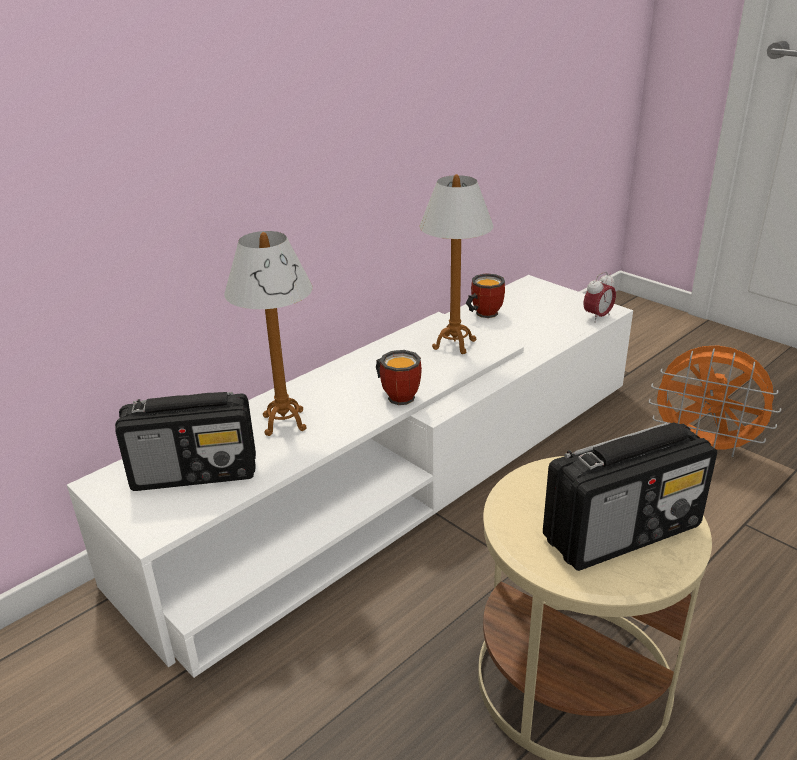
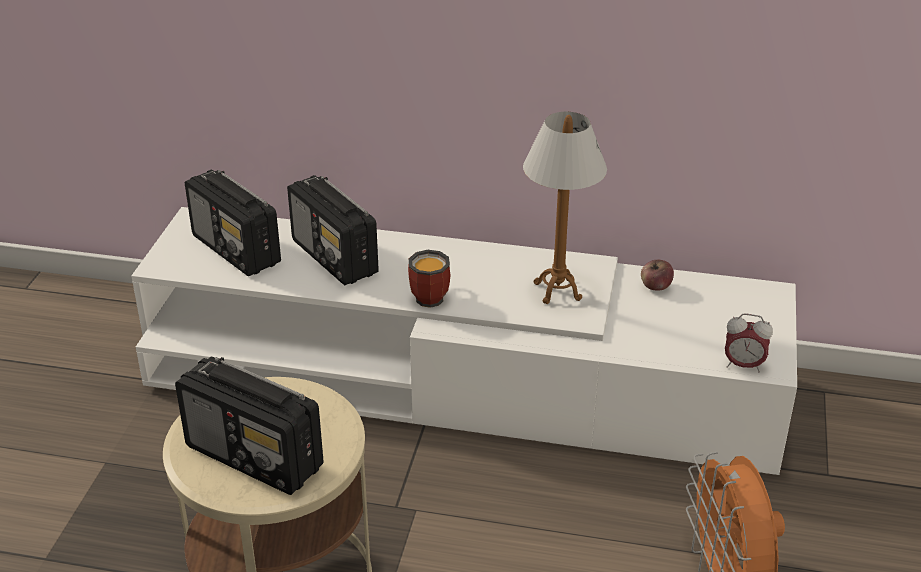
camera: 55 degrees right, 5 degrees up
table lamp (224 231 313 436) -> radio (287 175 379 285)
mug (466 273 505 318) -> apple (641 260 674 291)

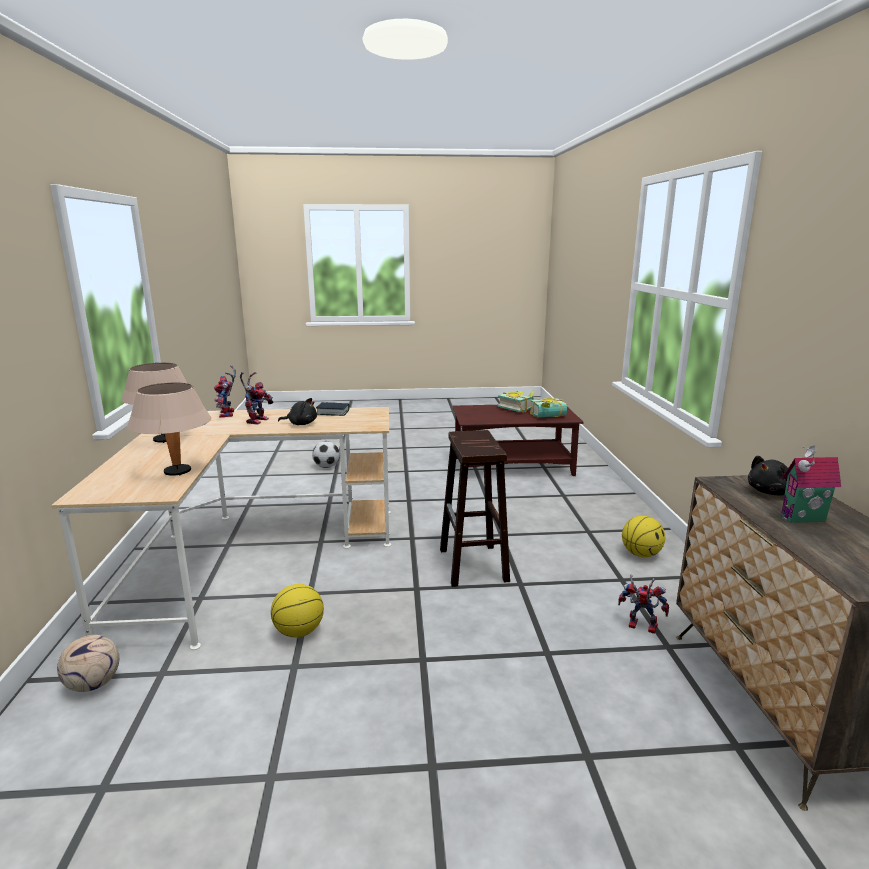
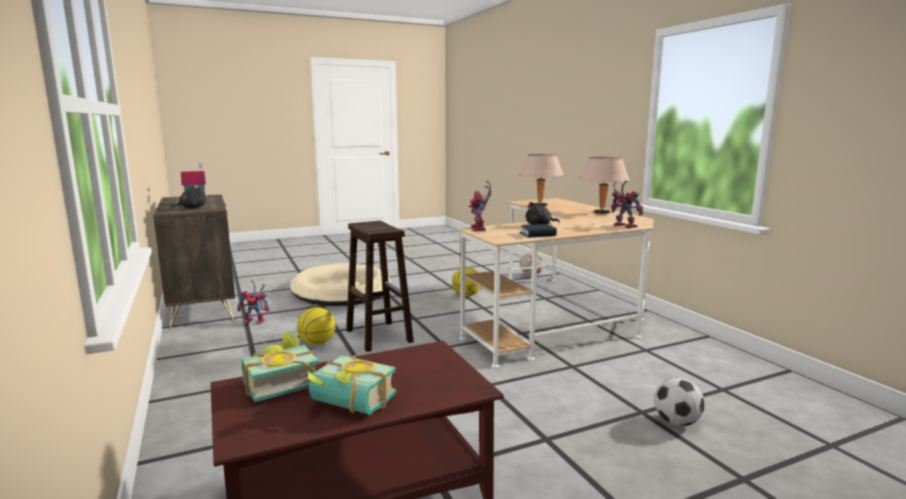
camera: 160 degrees right, 5 degrees down
toy robot (240 372 274 425) -> toy robot (469 180 491 231), shifted
basketball (622 516 665 557) -> basketball (297 307 336 345), shifted
none -> dog bed/beige (290 263 391 306)

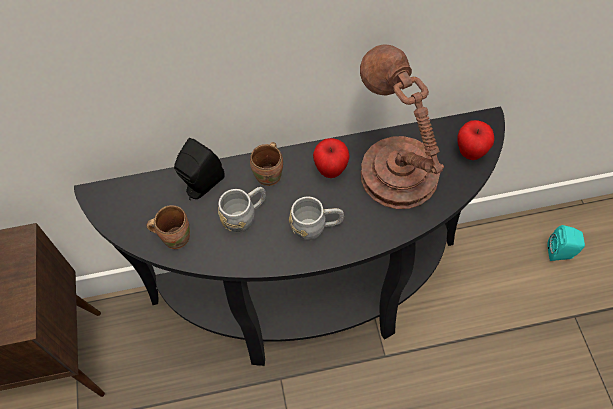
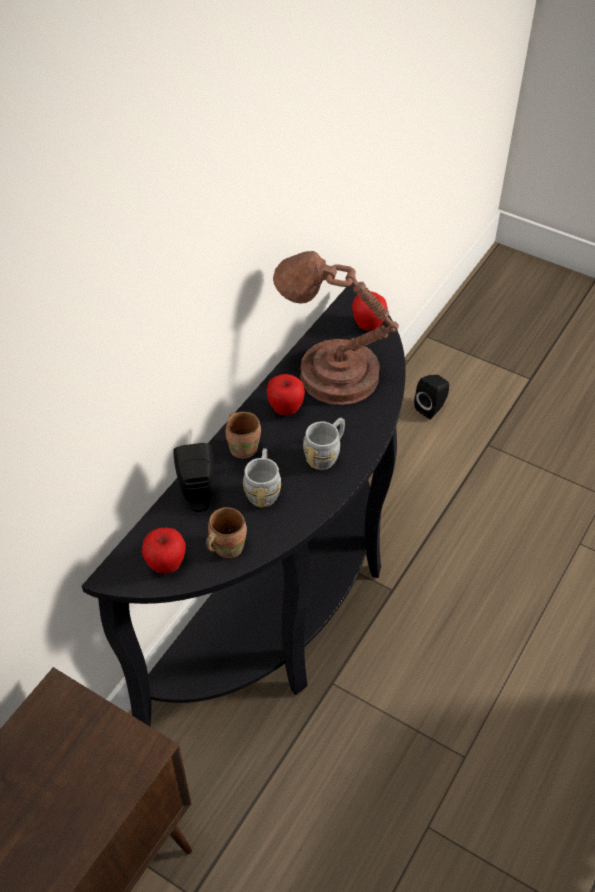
camera: 50 degrees left, 10 degrees down
speaker/turquoise (547 225 585 261) -> speaker/black (414 375 449 419)
none -> apple (142 528 186 574)

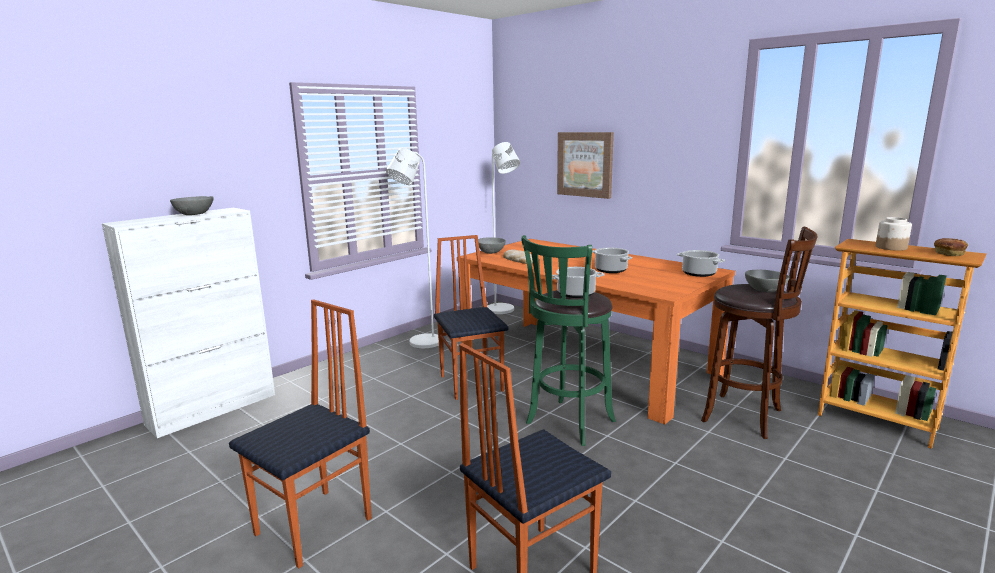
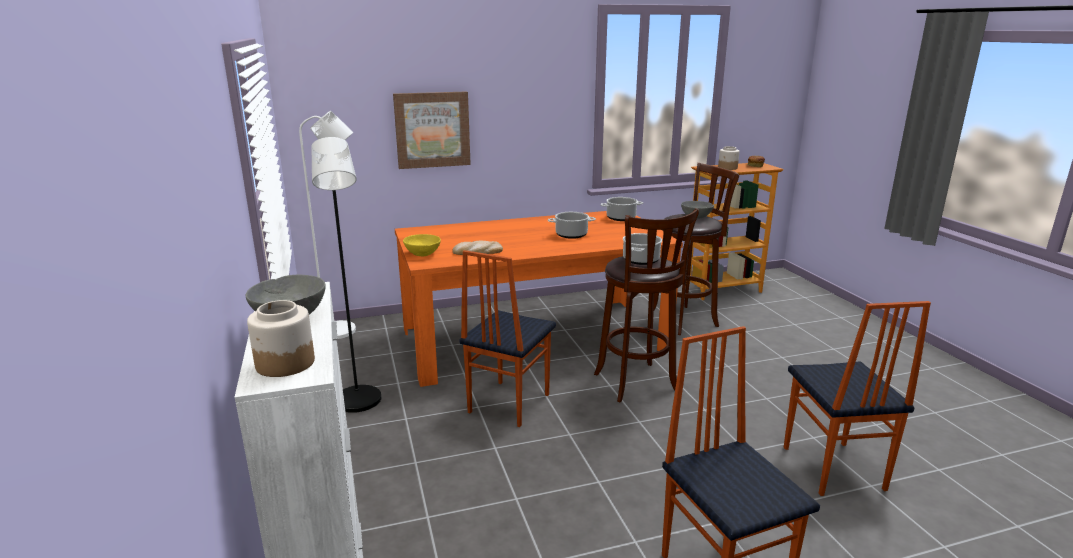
camera: 60 degrees left, 5 degrees up
floor lamp/white (386 148 439 348) -> floor lamp/black (312 137 381 413)
chair (434 235 508 400) -> chair (459 250 556 427), 75 degrees counterclockwise
stool/green (521 235 616 446) -> stool/brown (594 208 699 402)
bowl/grey (478 237 506 254) -> bowl/yellow (403 234 441 256)
none -> jar (247 300 315 377)

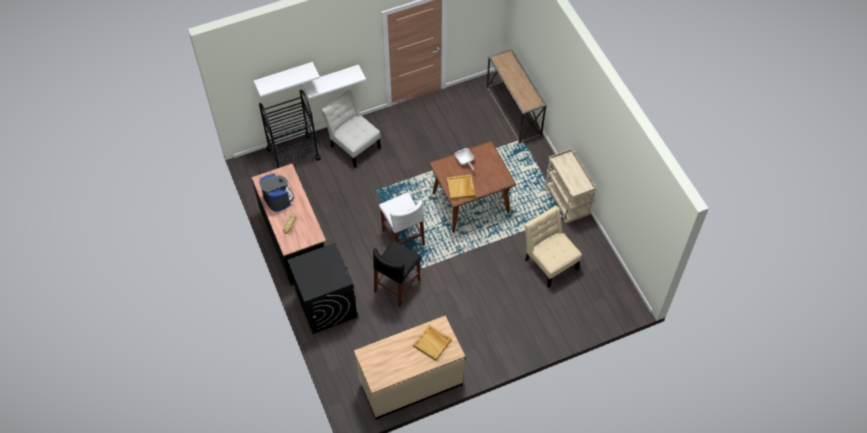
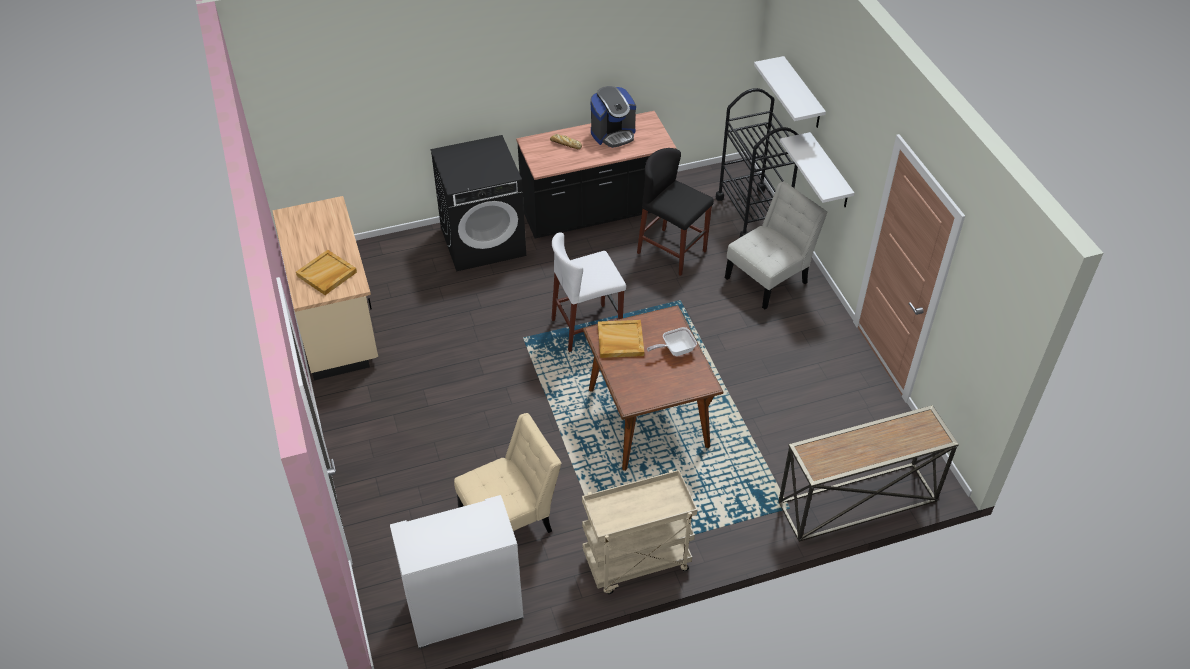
camera: 95 degrees right, 10 degrees down
stool/black (373 240 421 307) -> stool/black (637 148 714 276), shifted
none -> cabinet/white (390 495 524 649)

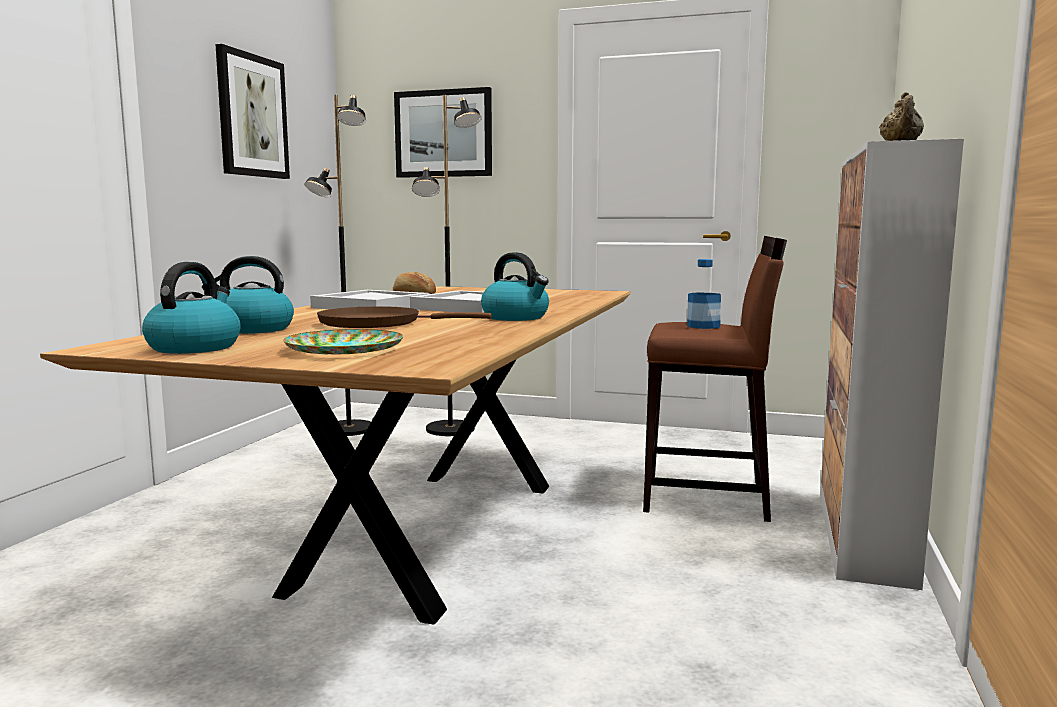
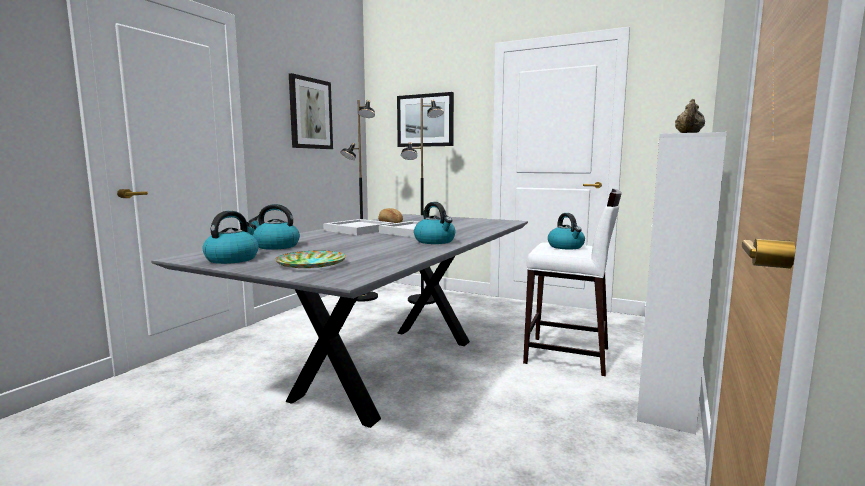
camera: 10 degrees right, 0 degrees up
stool/brown (643 236 787 522) -> stool/white (523 188 622 376)
bottle (687 259 721 329) -> kettle (548 213 585 250)
dining table/brown (40 286 631 625) -> dining table/grey (151 214 528 428)
frying pan/brown (317 306 492 328) -> none

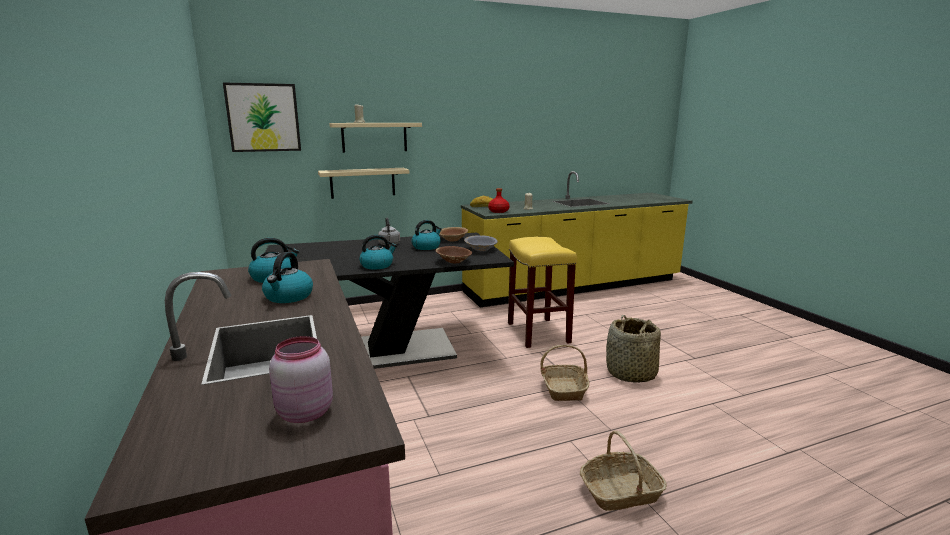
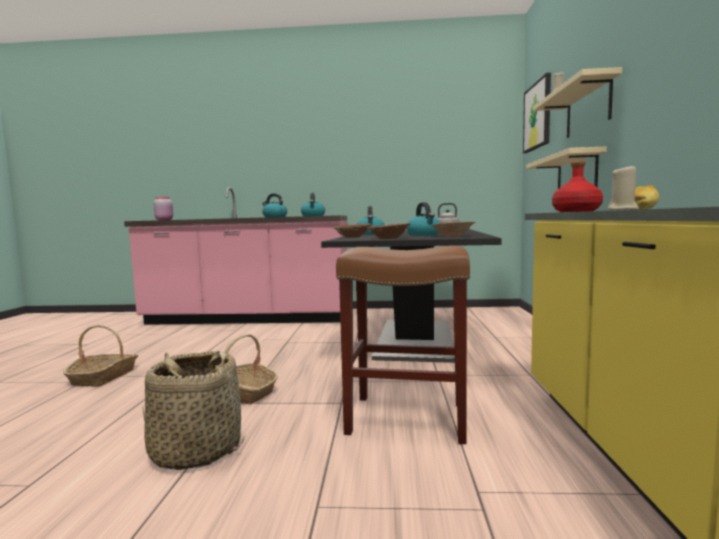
camera: 115 degrees right, 10 degrees down
bowl/grey (464 235 498 252) -> bowl/brown (367 223 411 239)
stool/yellow (508 237 577 348) -> stool/brown (336 245 470 444)

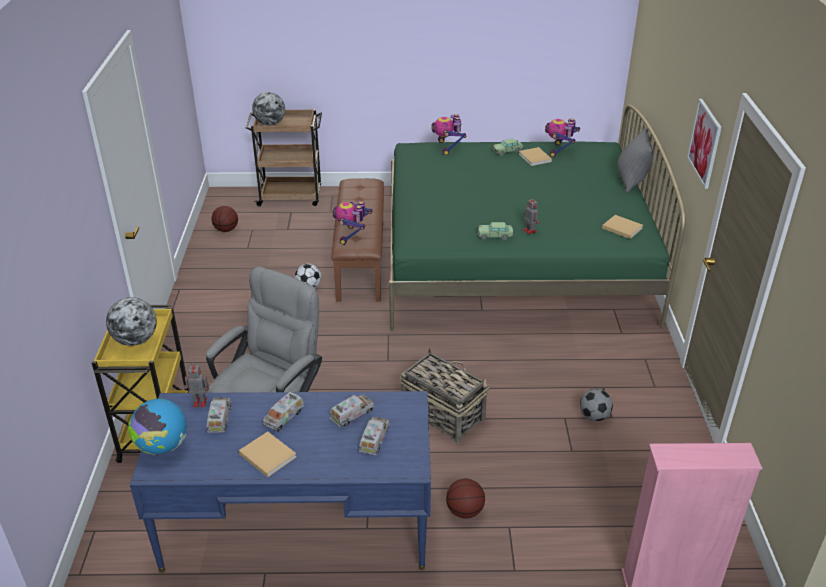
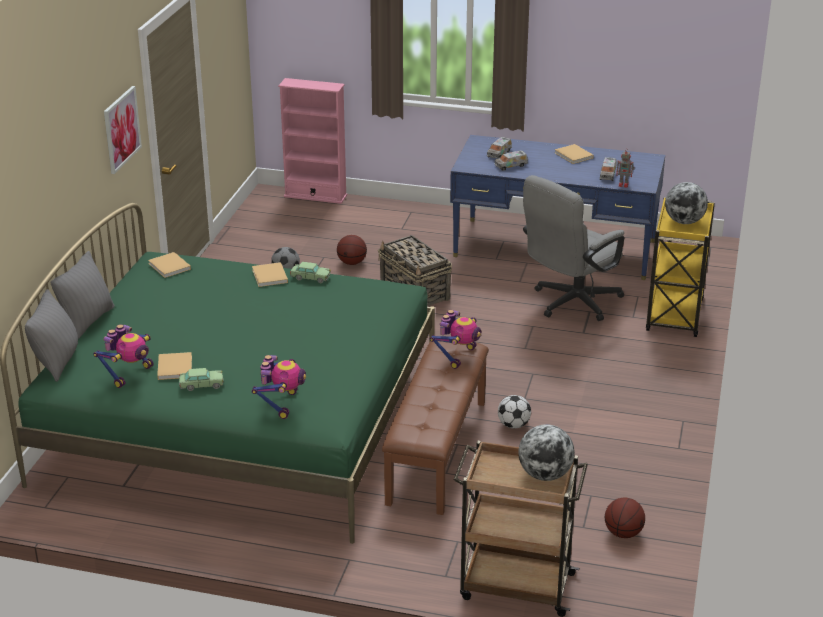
camera: 165 degrees left, 5 degrees down
toy robot (523 197 540 235) -> book/beige (252 262 288 287)
toy truck (263 392 304 432) -> none
globe (128 399 186 455) -> none
basketball (446 478 485 519) -> basketball (337 235 367 265), shifted
none -> pillow/grey (25 289 78 382)

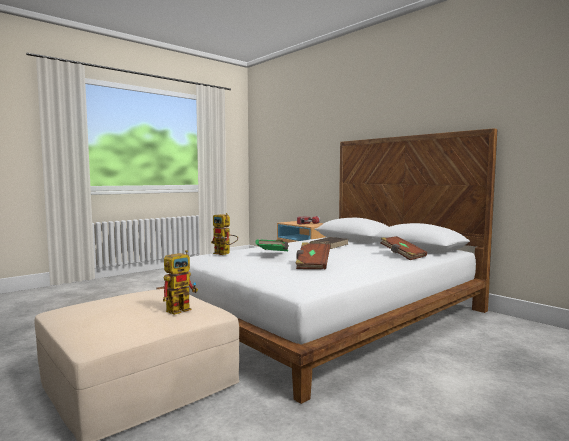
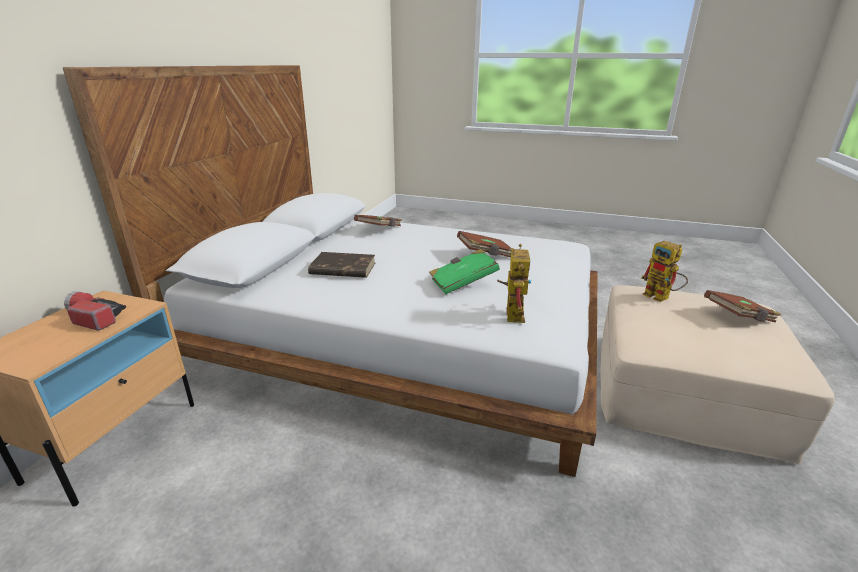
camera: 120 degrees left, 20 degrees up
toy robot (163 250 198 315) -> toy robot (641 241 688 302), 135 degrees counterclockwise
none -> book/brown (704 290 781 322)

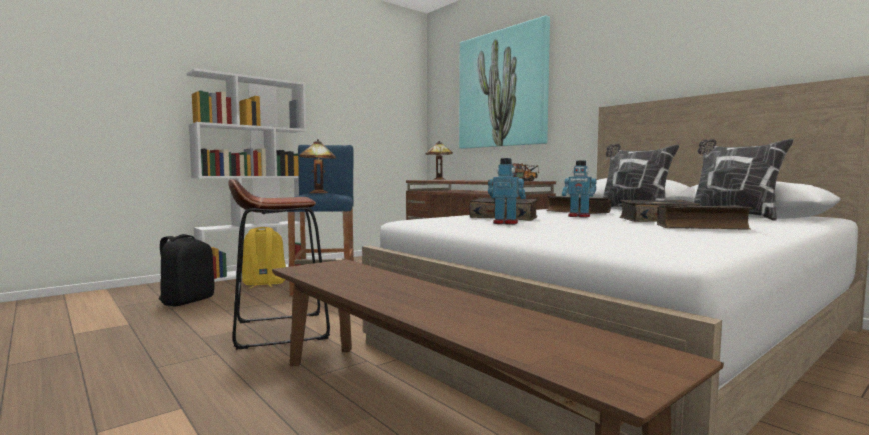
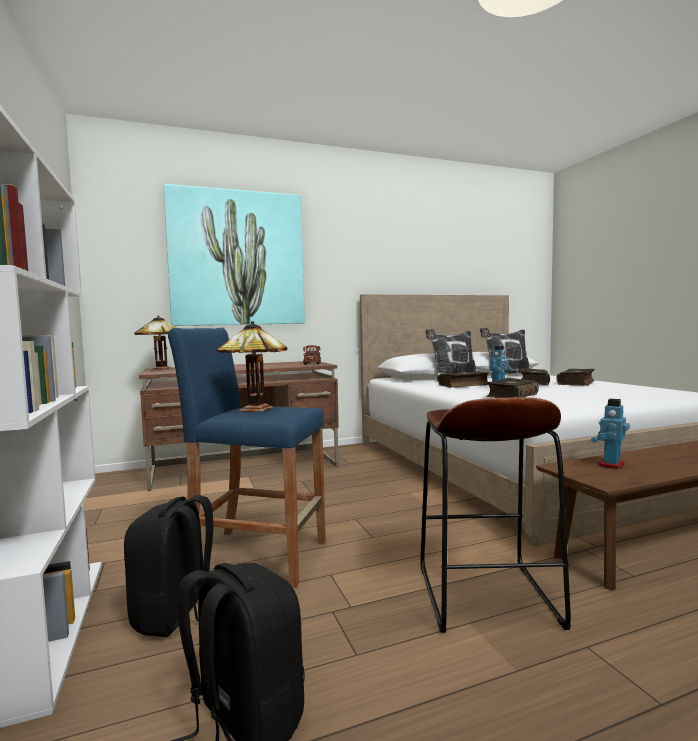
camera: 70 degrees left, 0 degrees up
toy robot (488 158 526 225) -> toy robot (591 398 630 469), shifted
backpack/yellow (242 227 286 288) -> backpack/black (124 495 214 637)

